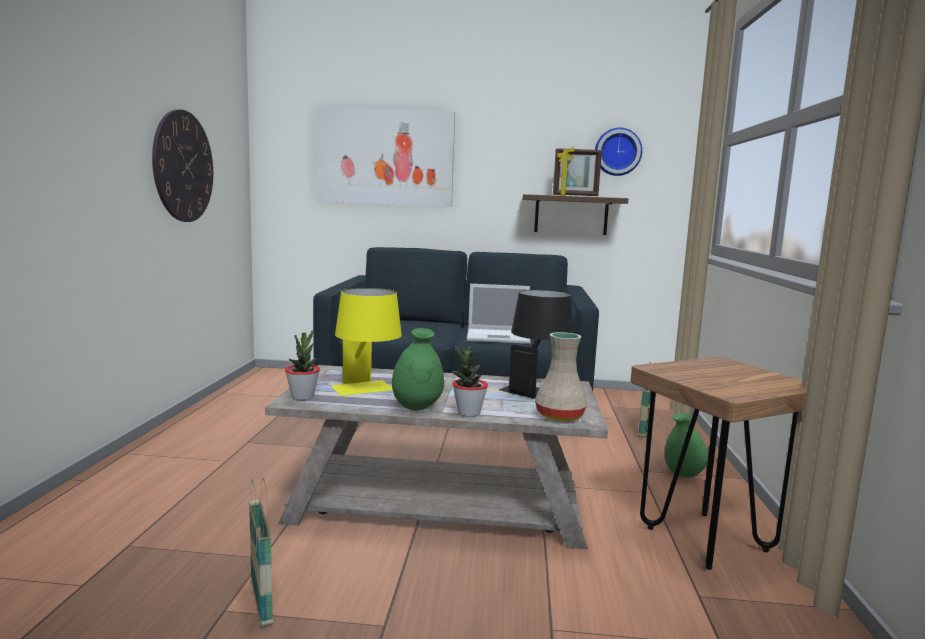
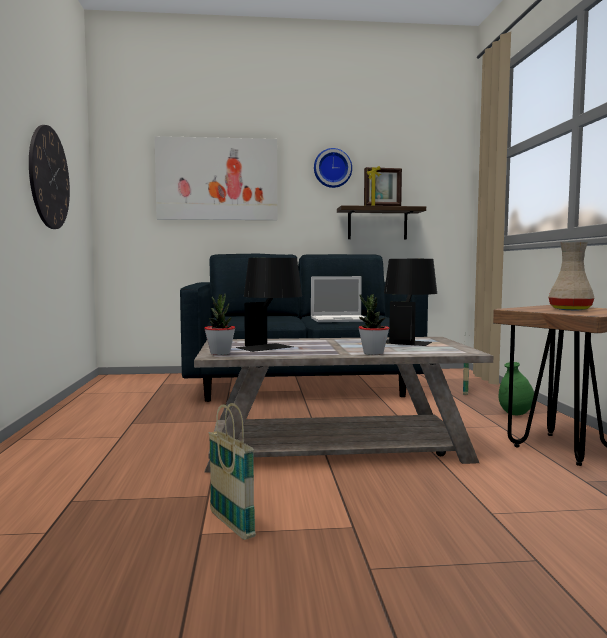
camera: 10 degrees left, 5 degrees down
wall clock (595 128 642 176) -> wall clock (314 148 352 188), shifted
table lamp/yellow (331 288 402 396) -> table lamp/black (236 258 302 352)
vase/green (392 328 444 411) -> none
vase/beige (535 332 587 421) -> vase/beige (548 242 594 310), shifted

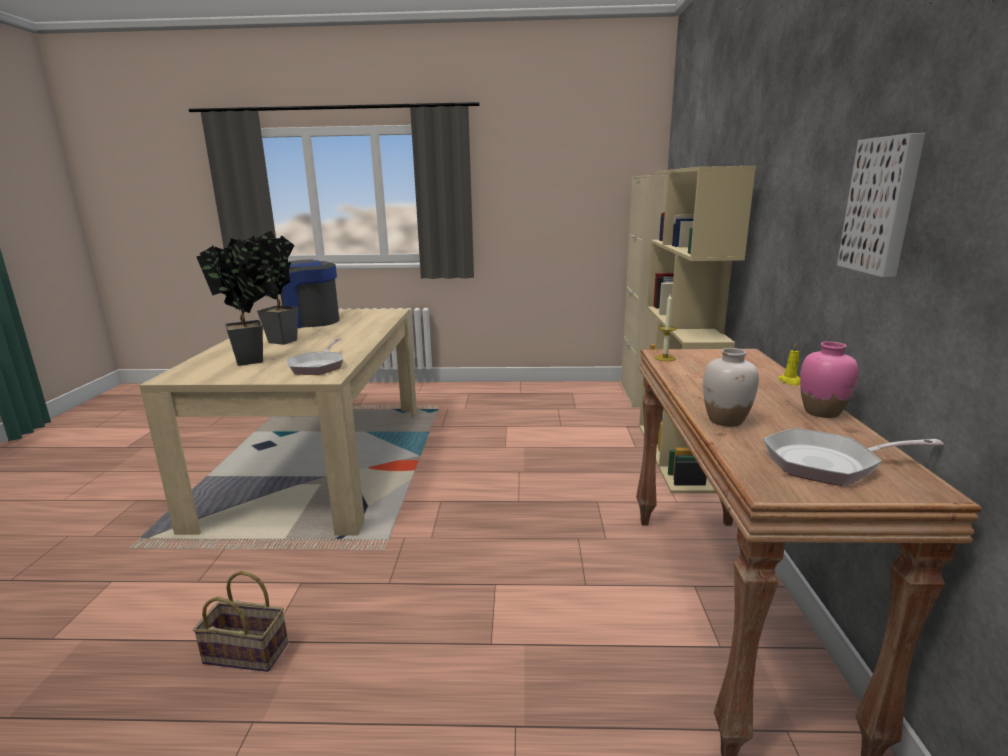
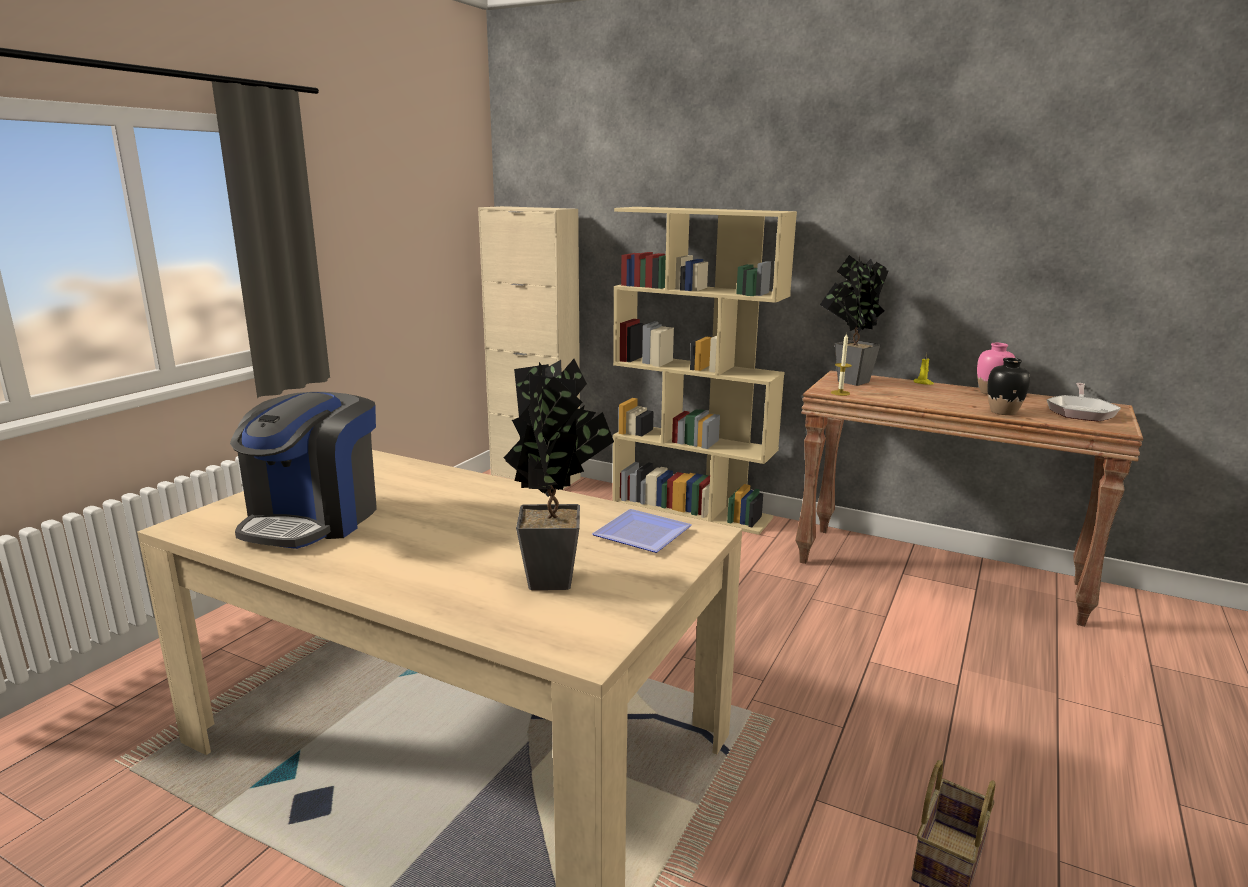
camera: 65 degrees left, 0 degrees up
picture (837 133 925 277) -> none
potted plant (242 231 299 345) -> potted plant (820 255 889 386), shifted
frying pan (287 338 343 375) -> plate (592 509 692 553)
vase/white (703 348 759 427) -> vase/black (988 358 1030 415)

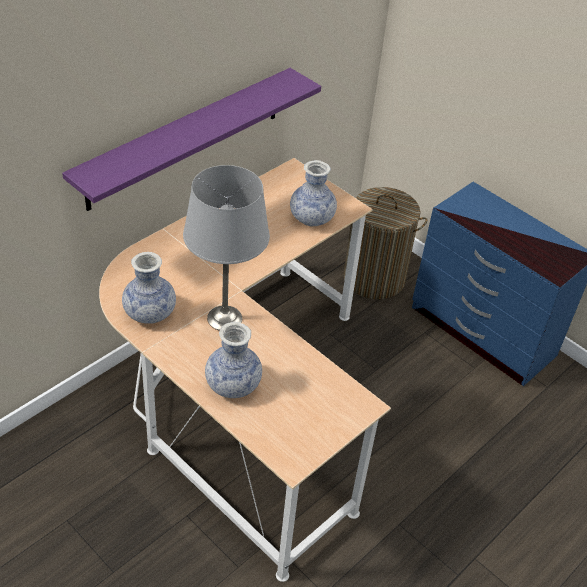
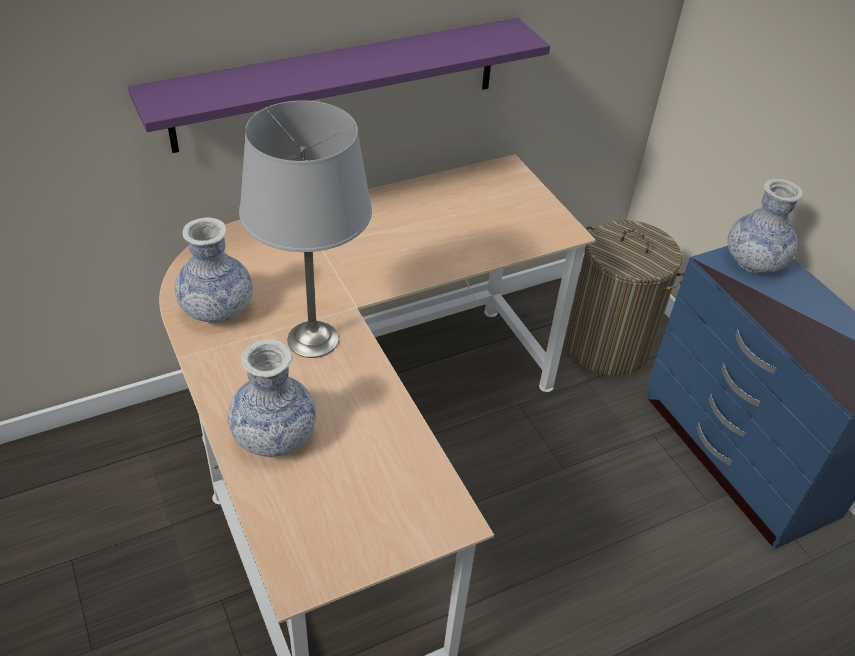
camera: 20 degrees right, 0 degrees up
vase (290 160 337 226) -> vase (727 179 804 274), shifted

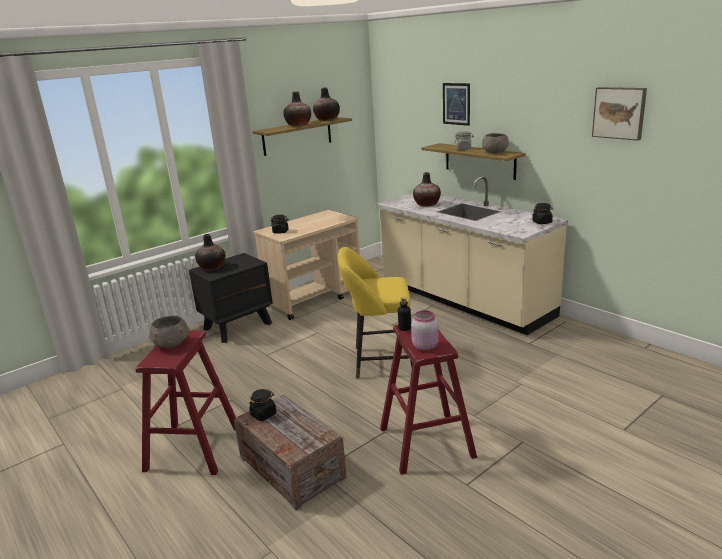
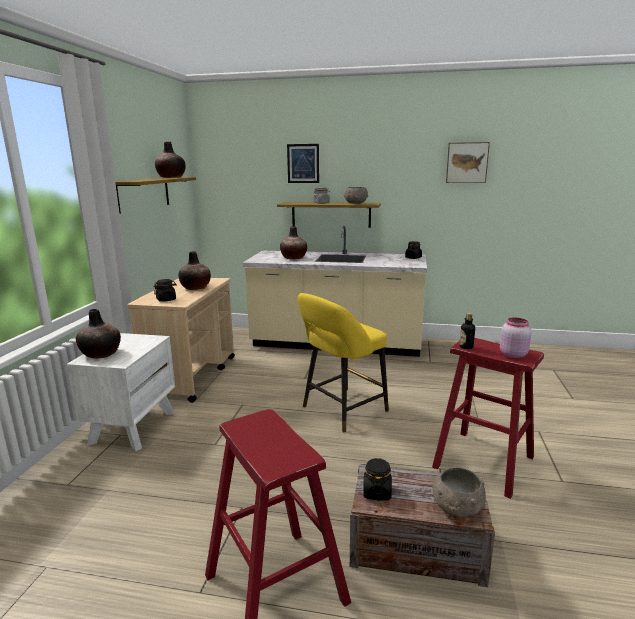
camera: 40 degrees left, 5 degrees down
vase (283 91 311 126) -> vase (178 251 211 290), shifted
nightstand/black (189 253 273 343) -> nightstand/white (66 333 175 451)
bowl/grey (148 316 189 348) -> bowl/grey (432 467 486 518), shifted

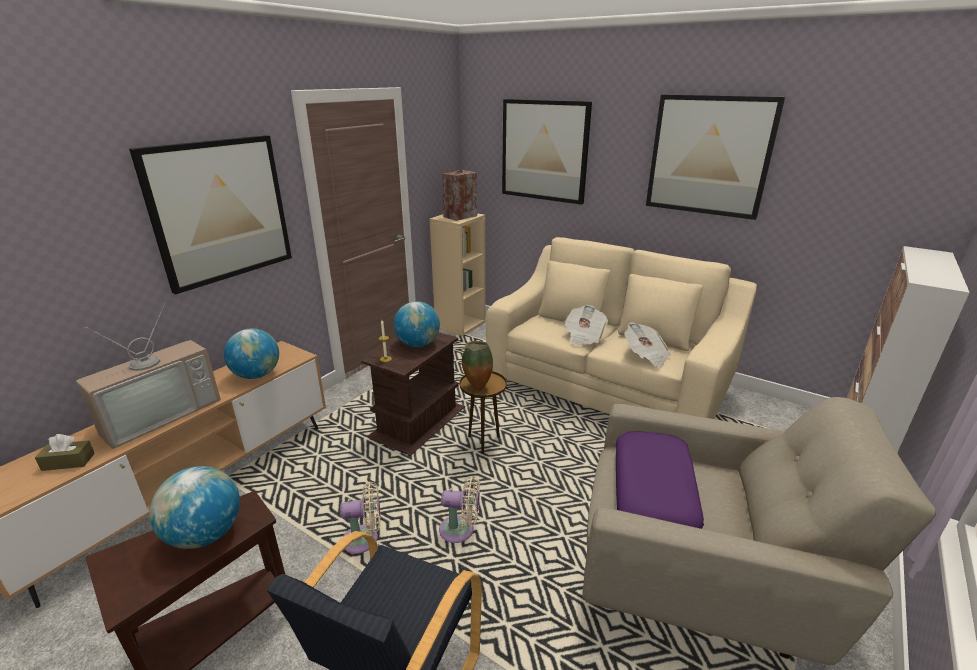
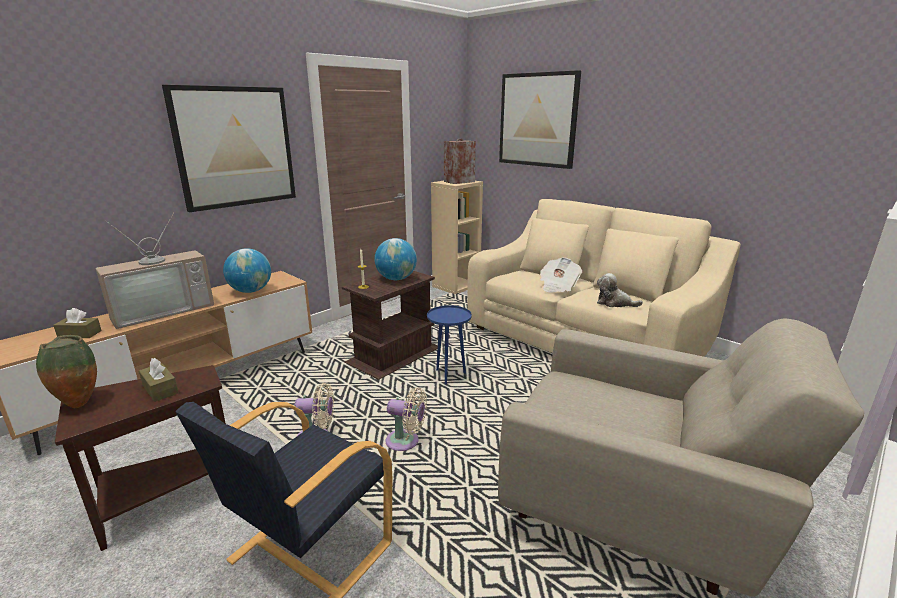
camera: 10 degrees right, 5 degrees down
picture (646 95 785 220) -> none
newspaper (624 322 671 367) -> plush toy (597 273 643 307)
vase (462 341 493 390) -> vase (36 335 97 408), shifted
side table/brown (460 371 507 454) -> side table/blue (427 305 472 385)
pillow/purple (616 431 704 529) -> none
globe (149 466 240 549) -> tissue box/brown (139 358 179 402)

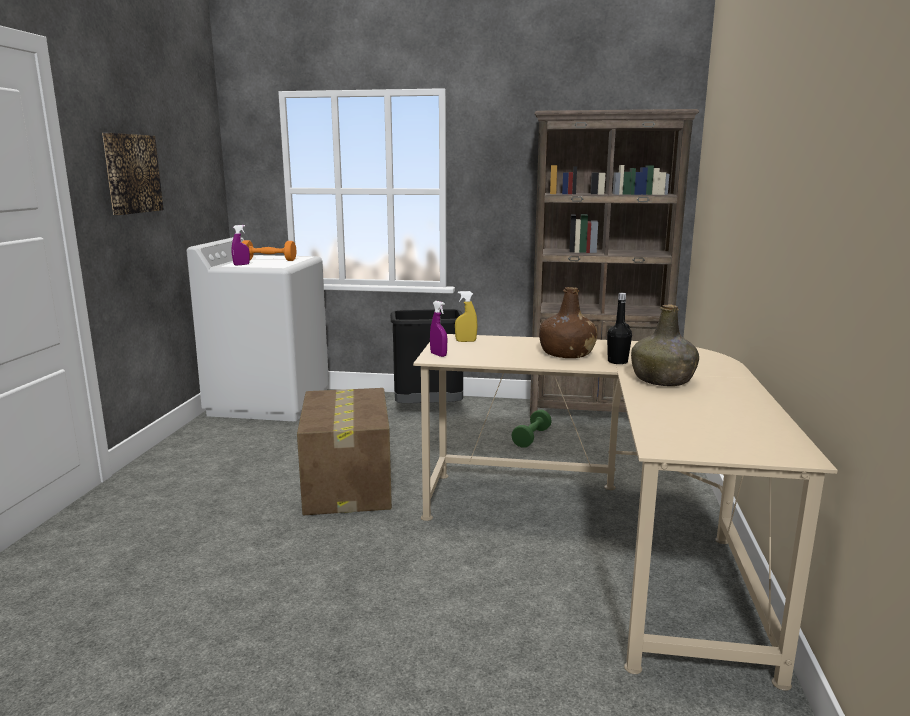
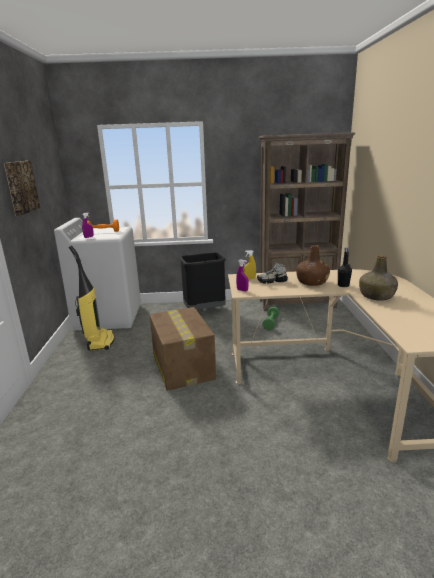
camera: 10 degrees left, 5 degrees up
none -> vacuum cleaner (69 245 115 350)
none -> shoe (257 262 288 284)

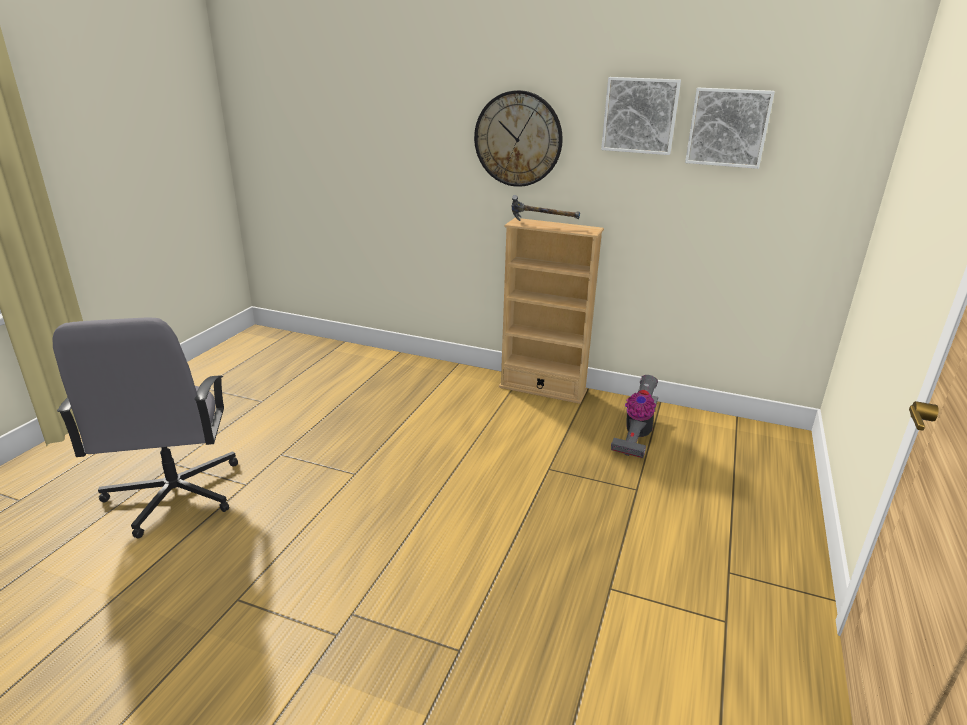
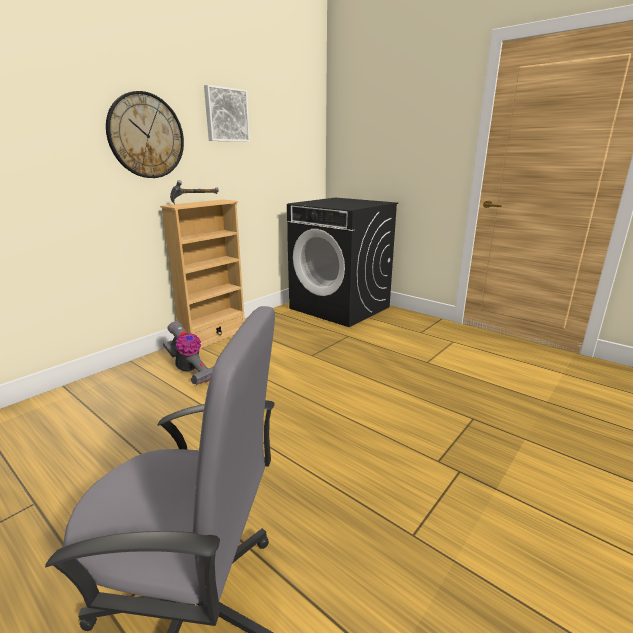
camera: 70 degrees left, 5 degrees down
picture (685 88 775 169) -> none
vacuum cleaner (611 375 658 458) -> vacuum cleaner (163 321 214 385), shifted
none -> washing machine/black (287 198 398 327)

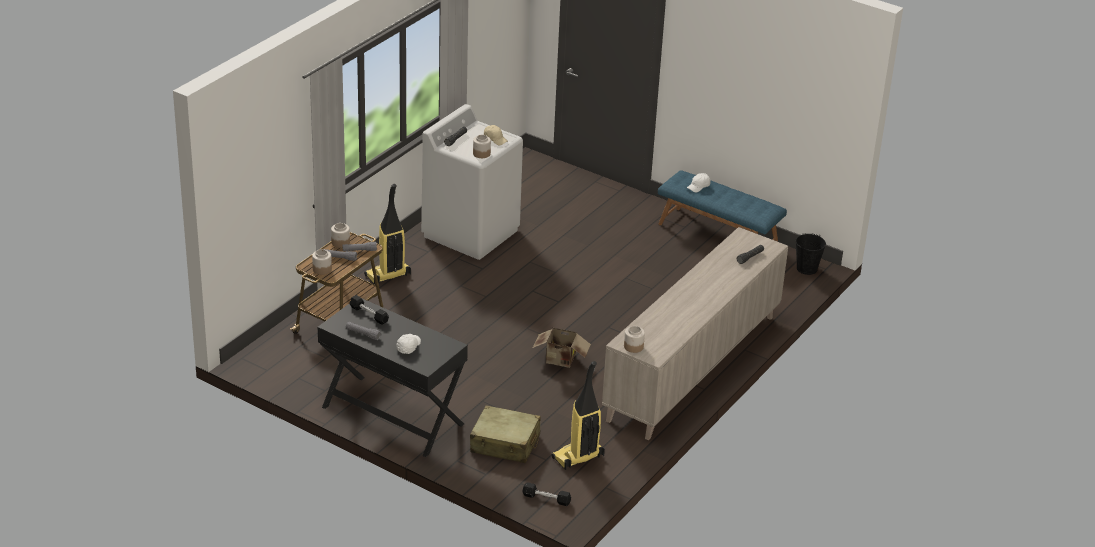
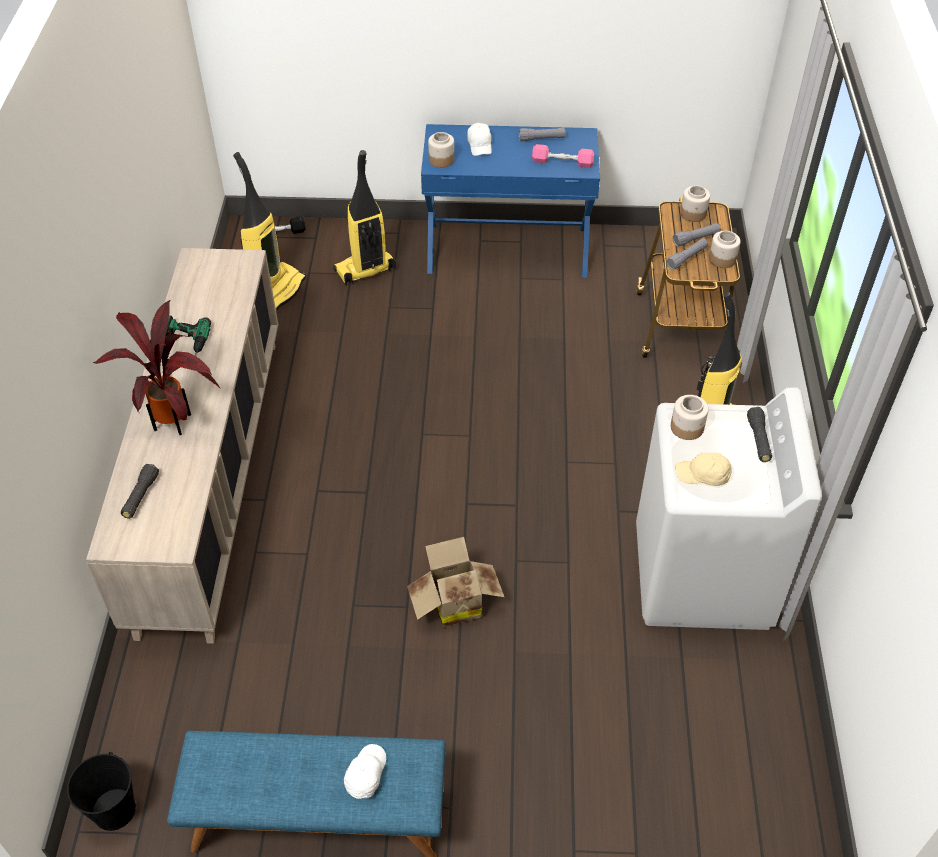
camera: 150 degrees right, 15 degrees up
dumbbell/black (349 295 389 325) -> dumbbell/pink (532 144 594 168)
desk/black (317 298 468 457) -> desk/blue (421 124 600 278)
jar (624 326 645 353) -> jar (428 132 454 168), shifted
cardboard box (533 327 591 368) -> cardboard box (407 537 504 627), shifted
suitcase/beige (470 405 541 463) -> vacuum cleaner (333 150 396 286)
none -> potted plant (93 300 220 435)
none -> power drill (165 315 211 356)

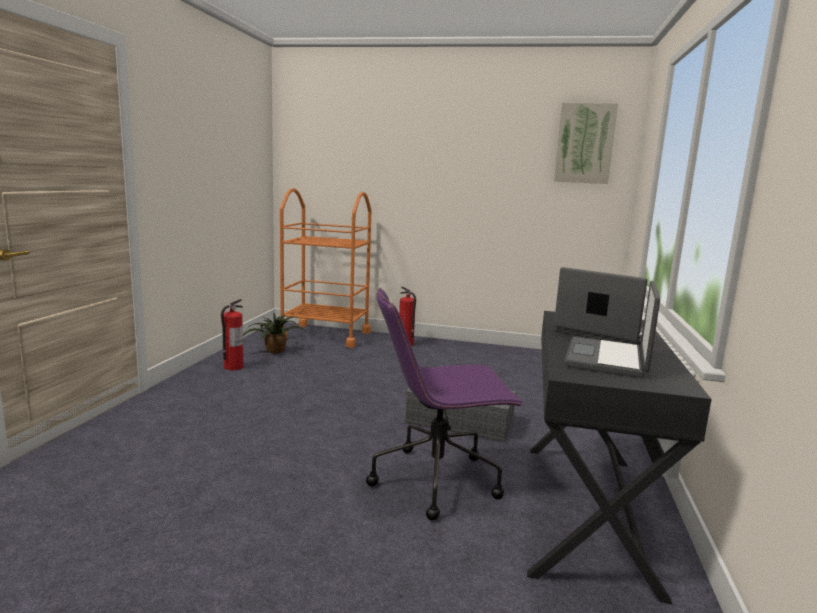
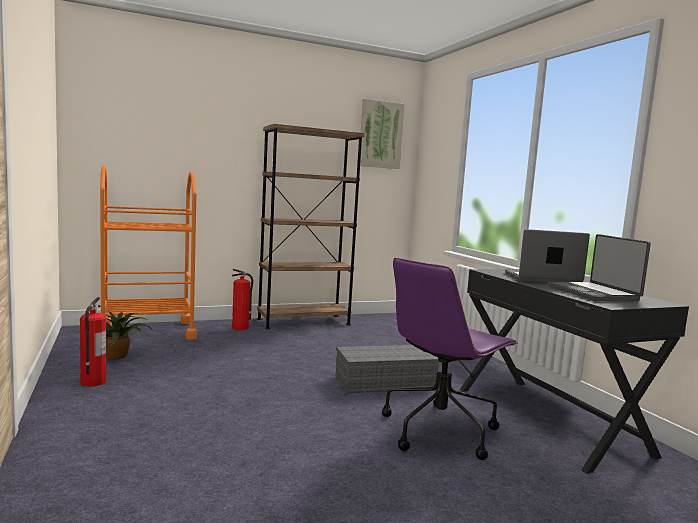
camera: 35 degrees left, 5 degrees down
none -> bookcase/brown (257 124 365 329)

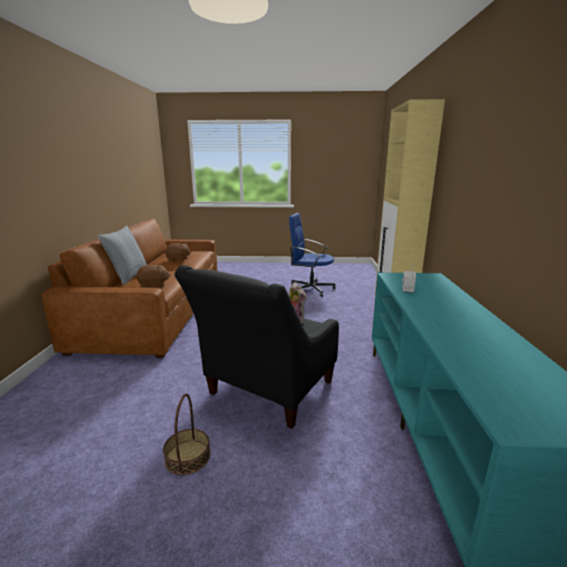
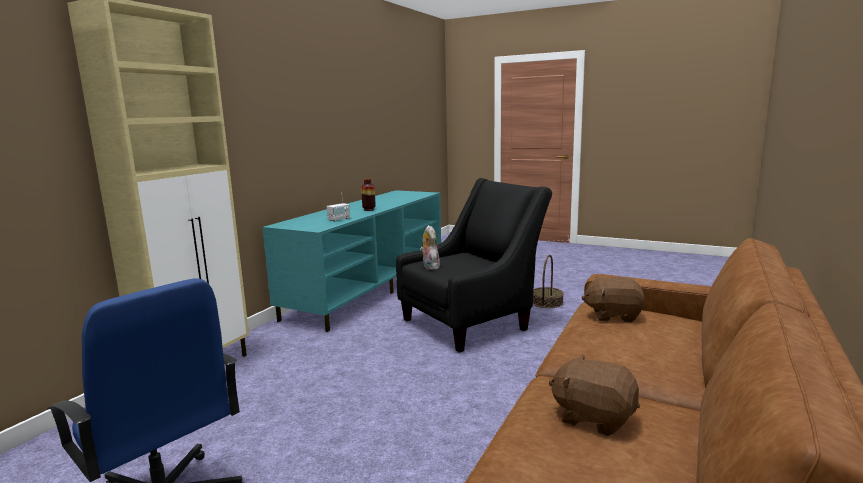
camera: 155 degrees left, 5 degrees down
pillow (98 225 147 285) -> none
none -> vase (361 178 376 211)

